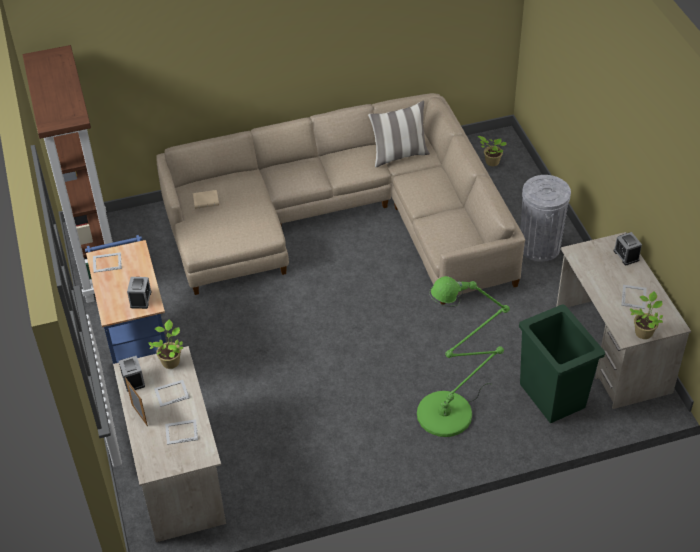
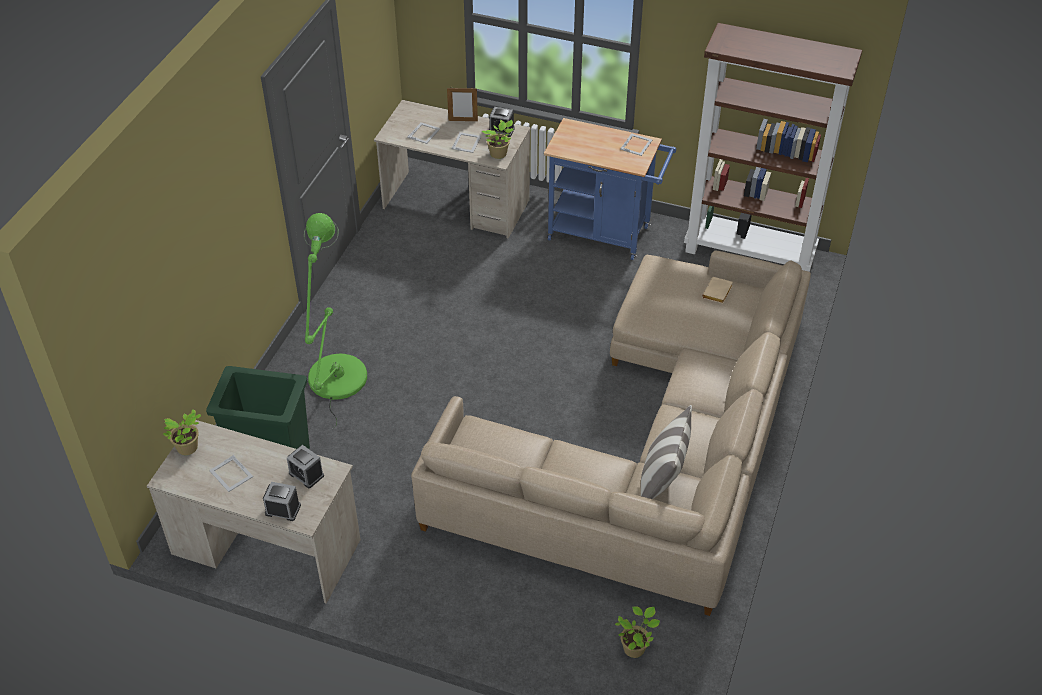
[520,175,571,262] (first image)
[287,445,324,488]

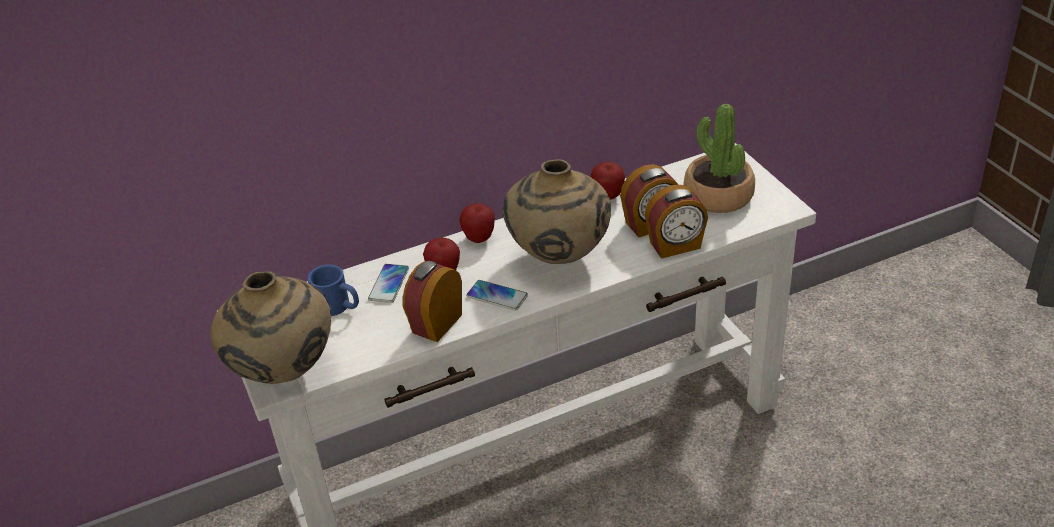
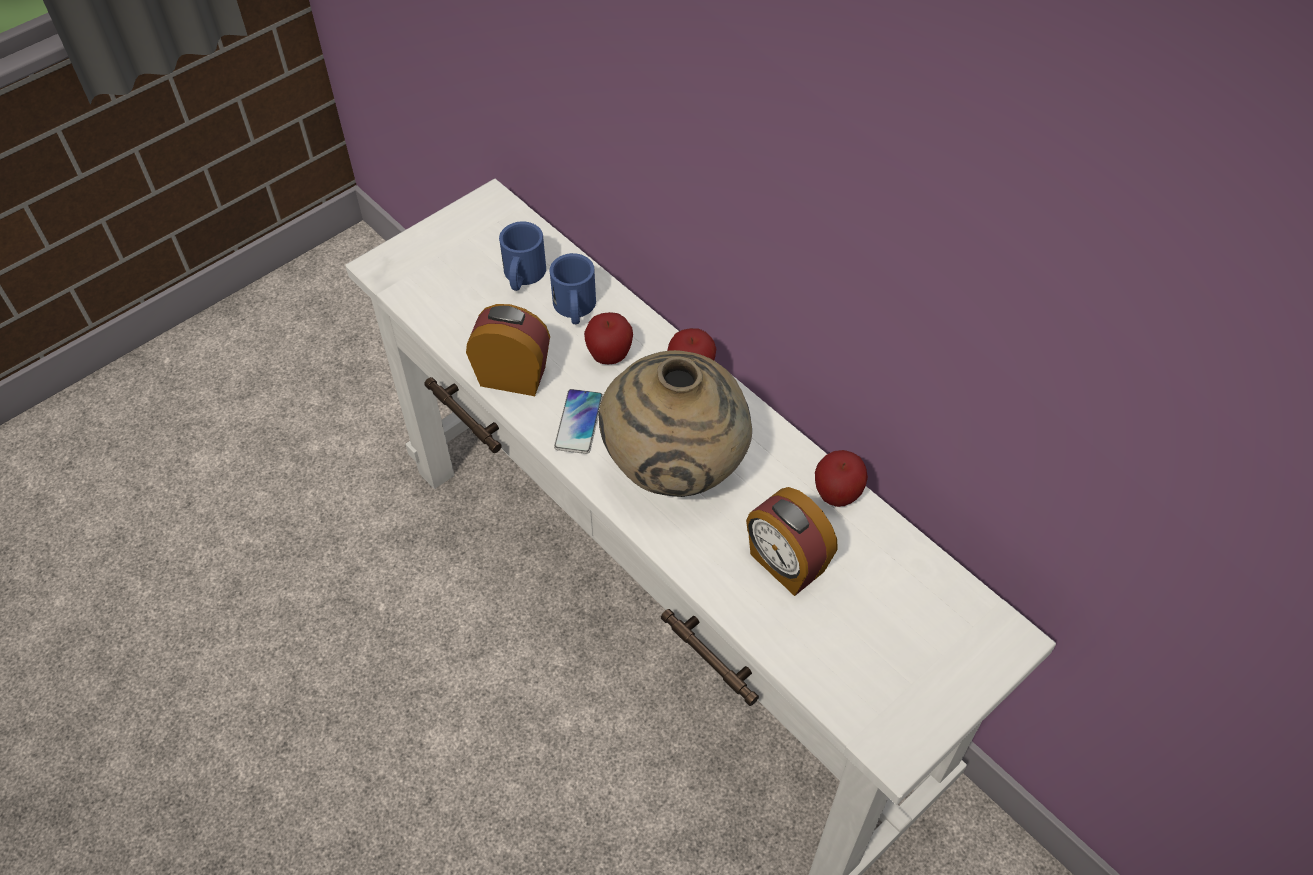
[683,104,755,213] (first image)
[645,185,708,259] (first image)
[550,253,596,324]
[210,271,331,384] (first image)

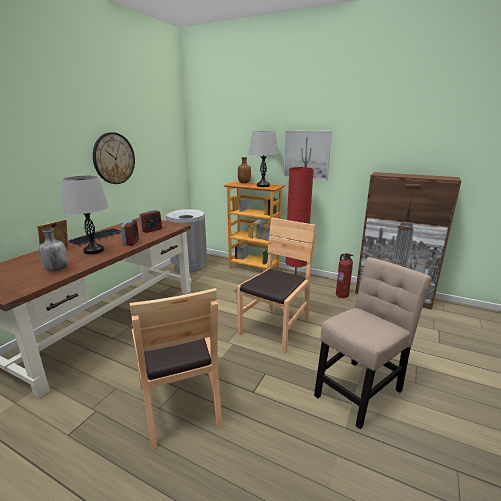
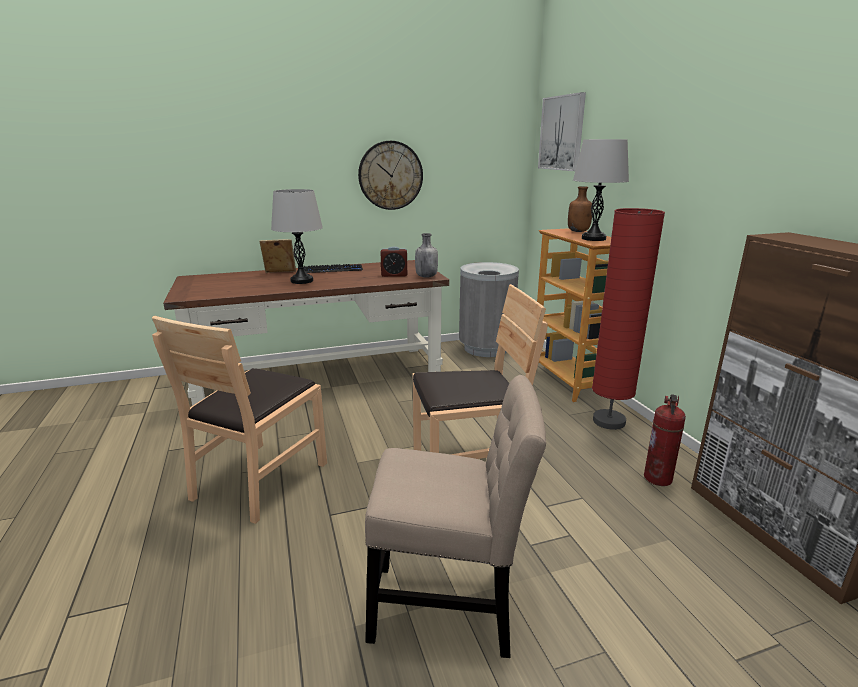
[538,92,586,171]
[121,220,139,246] (first image)
[415,233,438,278]

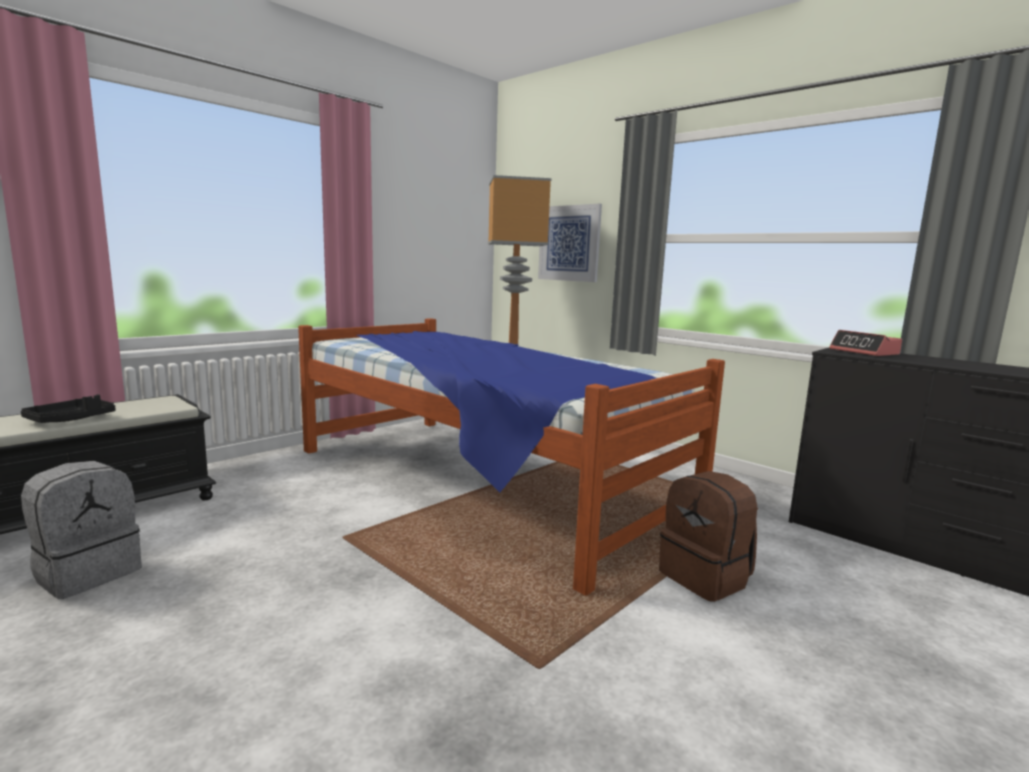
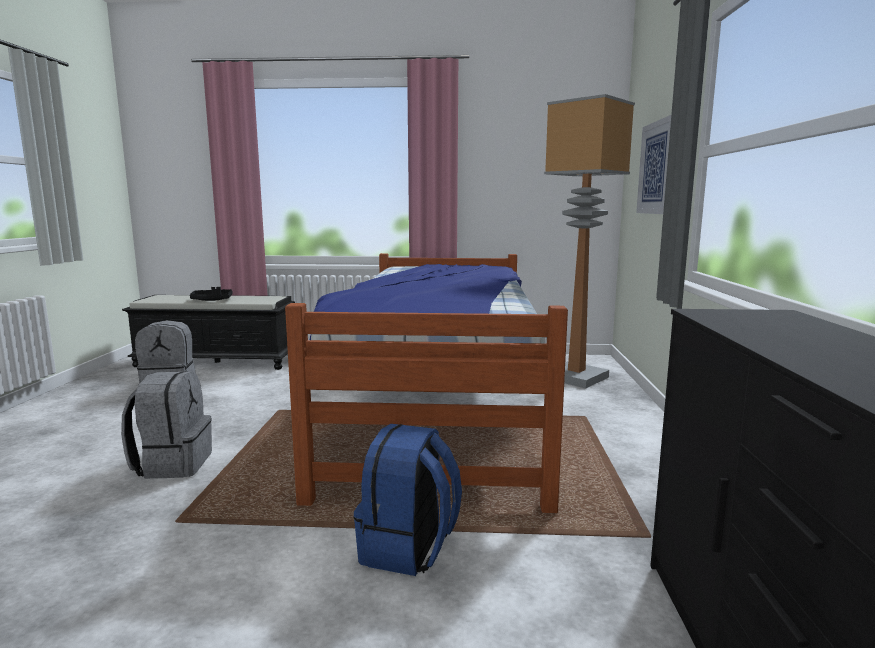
[829,330,902,356] (first image)
[353,424,462,576]
[121,371,212,479]

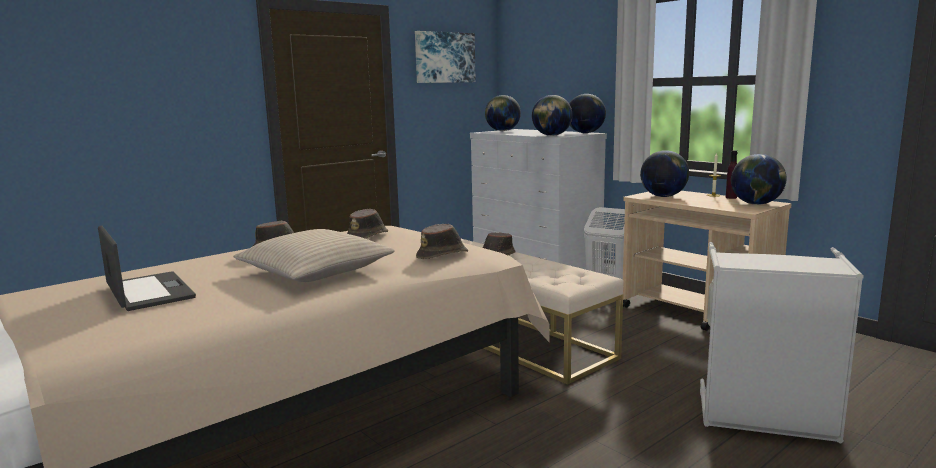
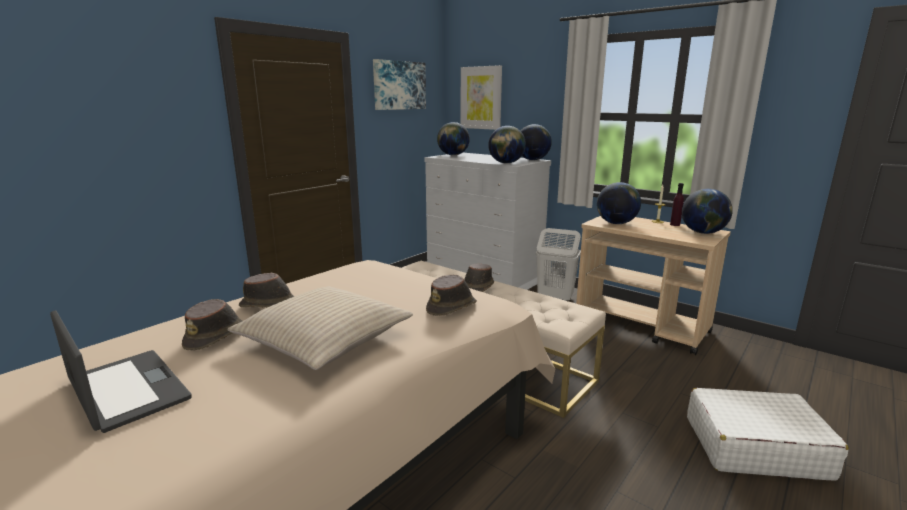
[182,299,242,351]
[687,388,849,481]
[460,65,502,130]

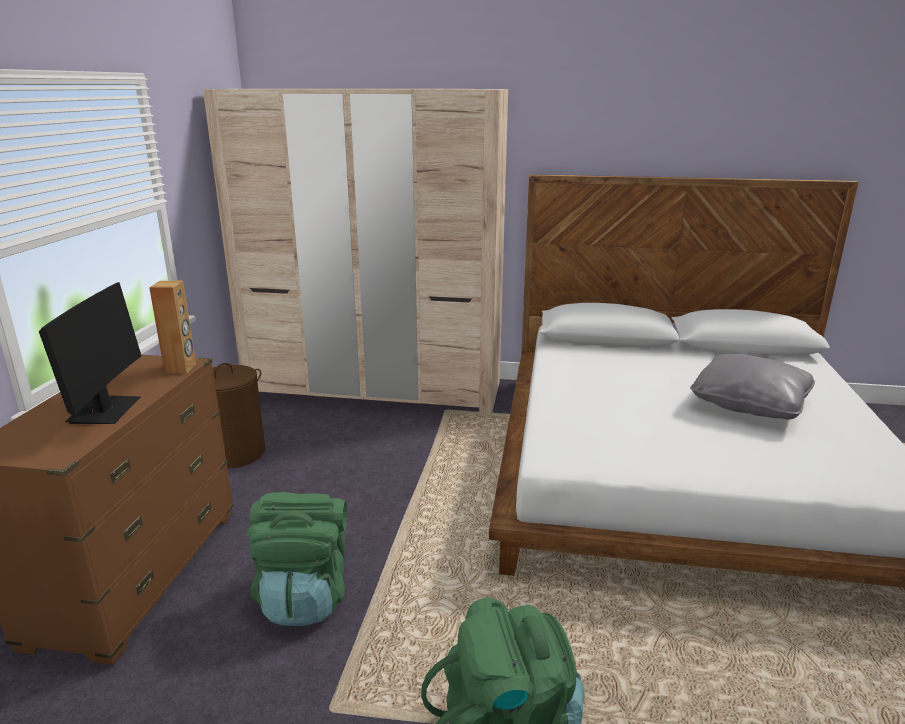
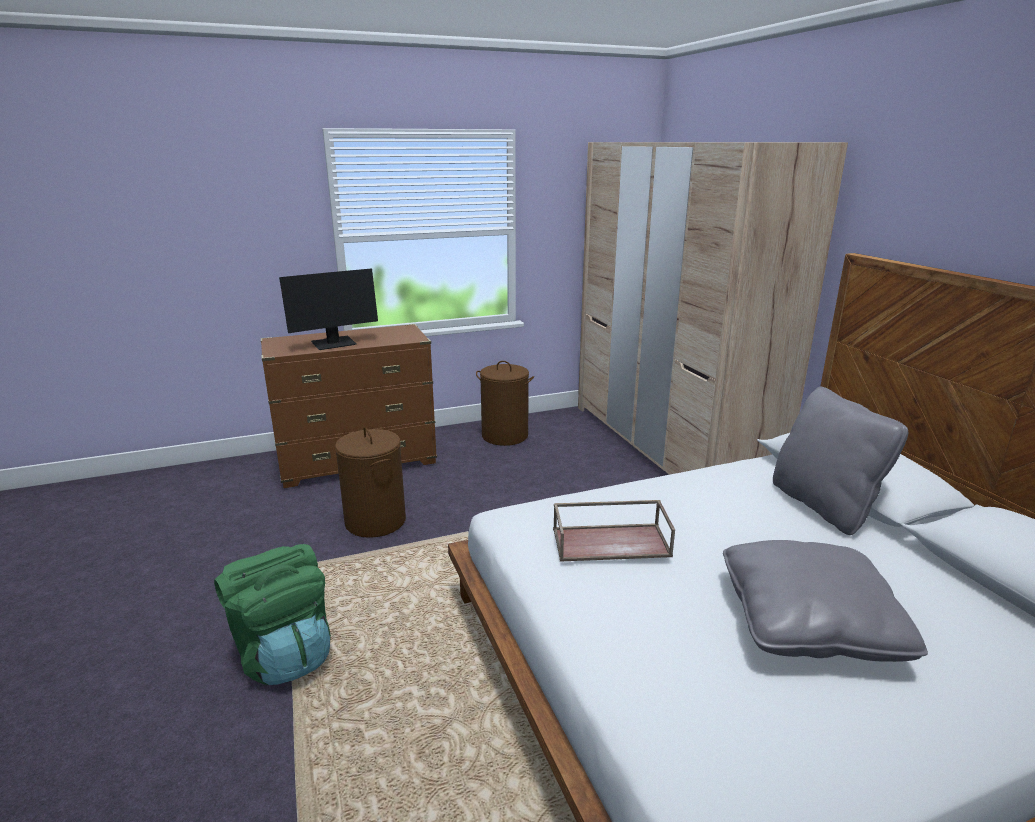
[149,281,196,374] (first image)
[335,427,406,538]
[773,387,908,535]
[553,500,675,562]

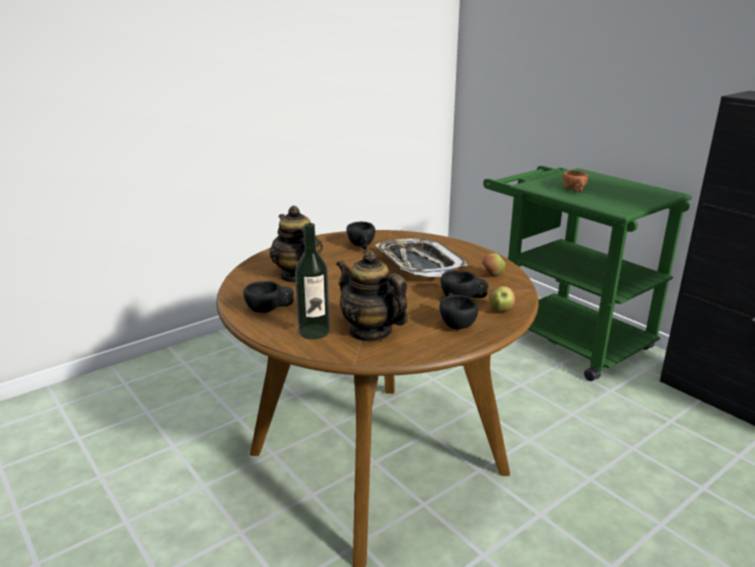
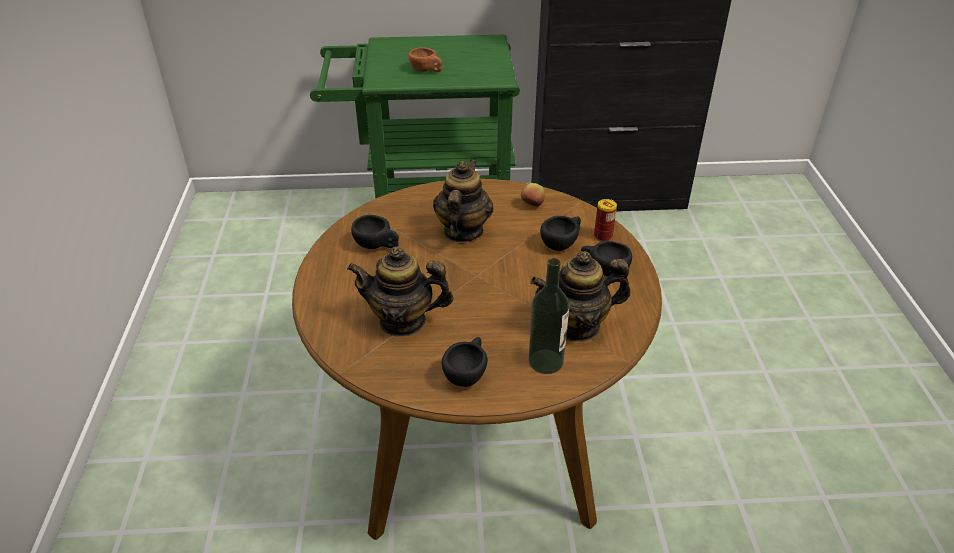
[433,160,494,242]
[594,199,617,241]

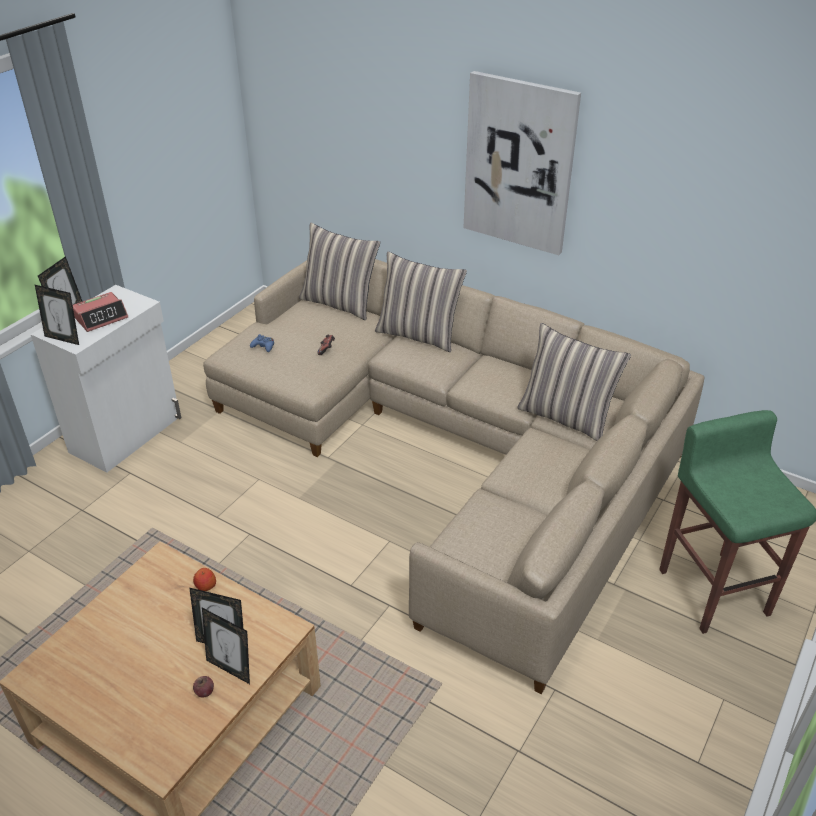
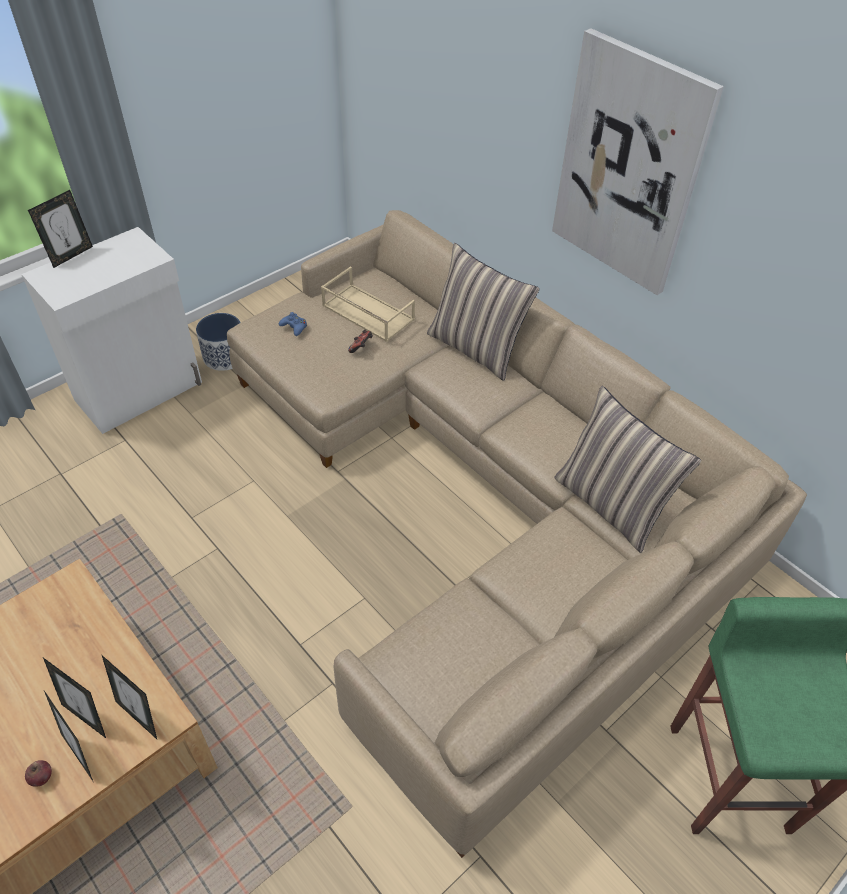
[299,222,380,320] (first image)
[102,655,157,739]
[73,292,128,332] (first image)
[193,568,216,591] (first image)
[321,266,415,342]
[196,313,241,371]

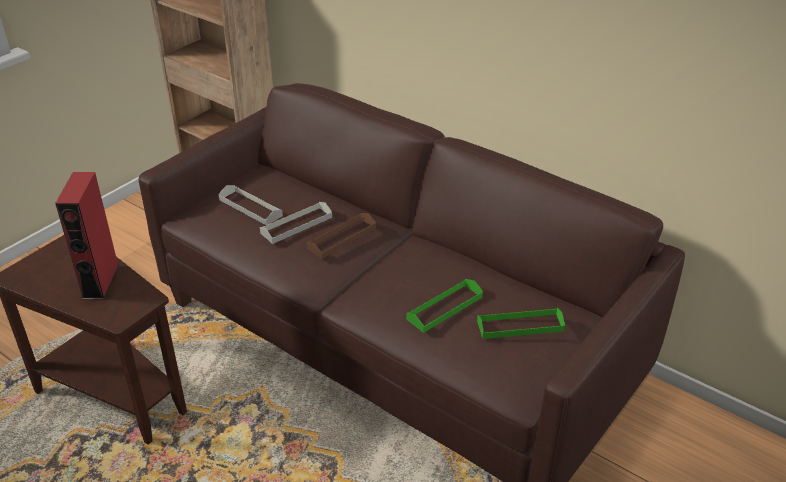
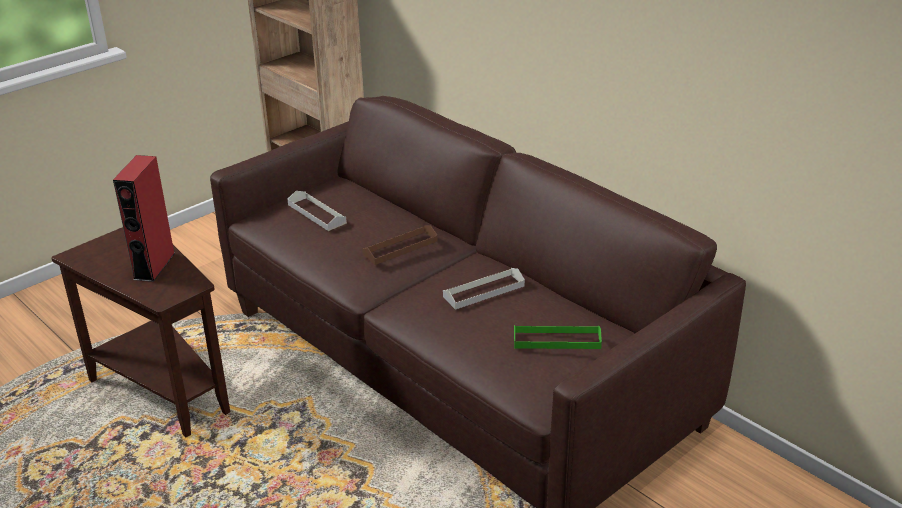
[443,268,525,310]
[406,279,483,333] (first image)

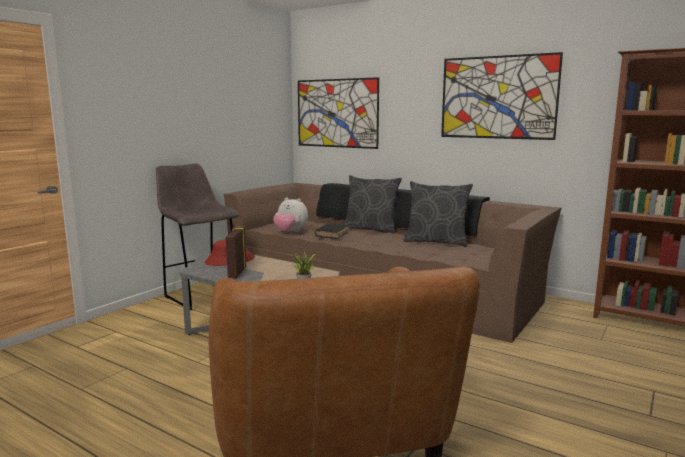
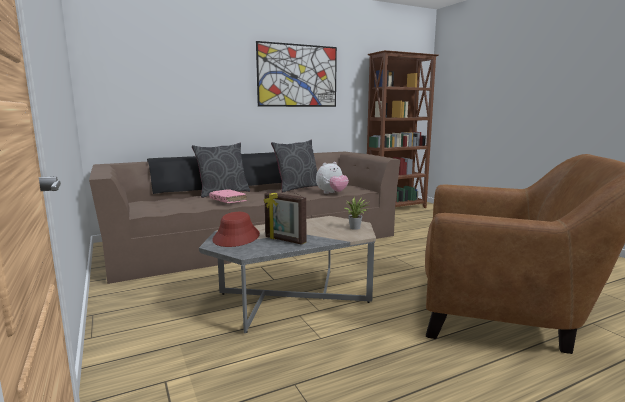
[298,77,379,149] (first image)
[156,163,239,310] (first image)
[316,162,349,194]
[209,189,247,203]

